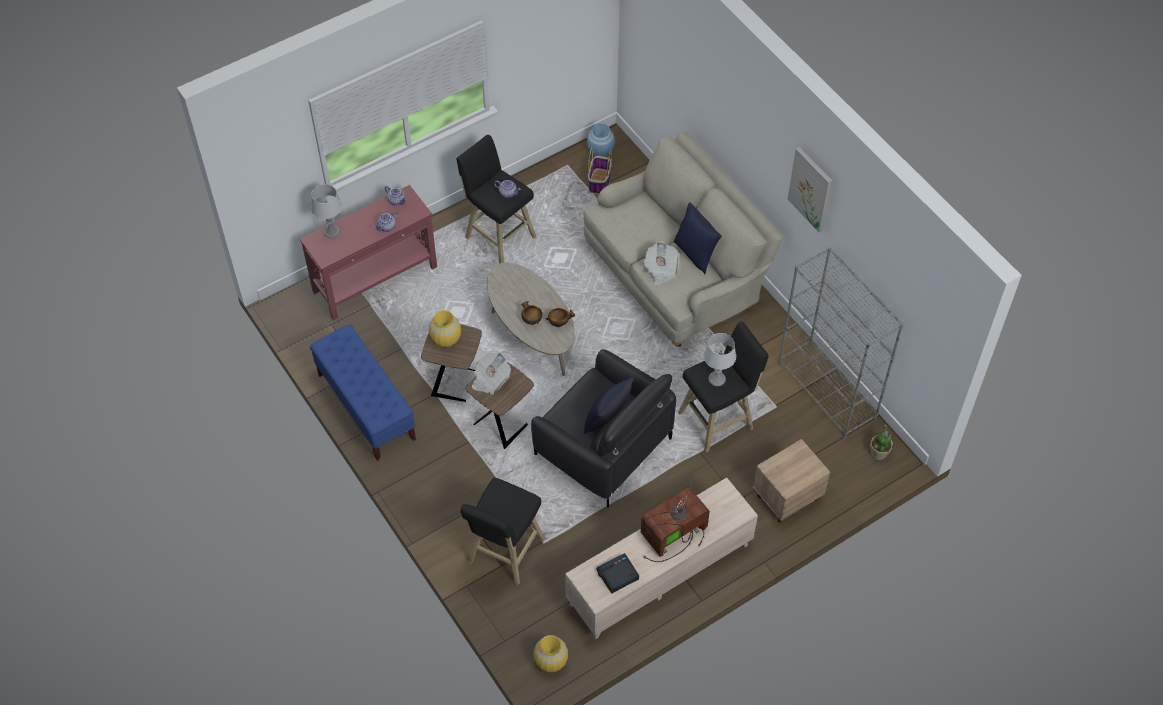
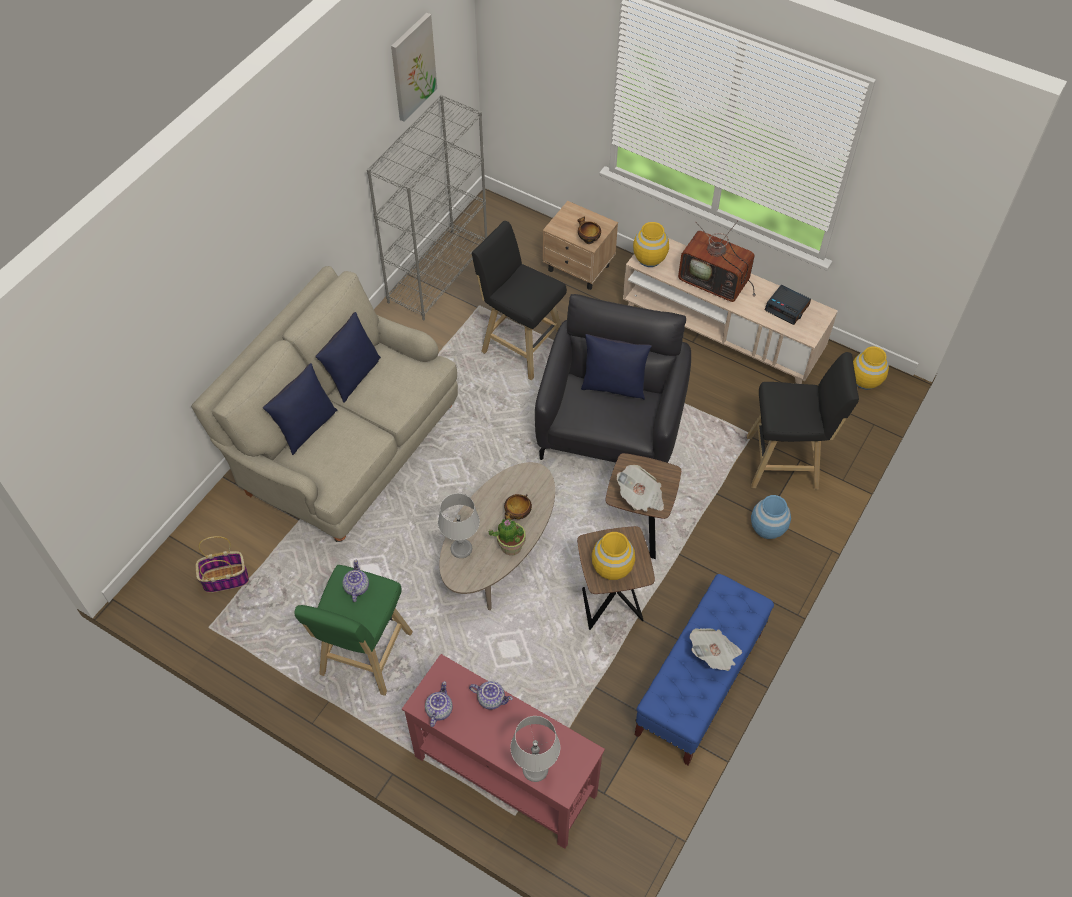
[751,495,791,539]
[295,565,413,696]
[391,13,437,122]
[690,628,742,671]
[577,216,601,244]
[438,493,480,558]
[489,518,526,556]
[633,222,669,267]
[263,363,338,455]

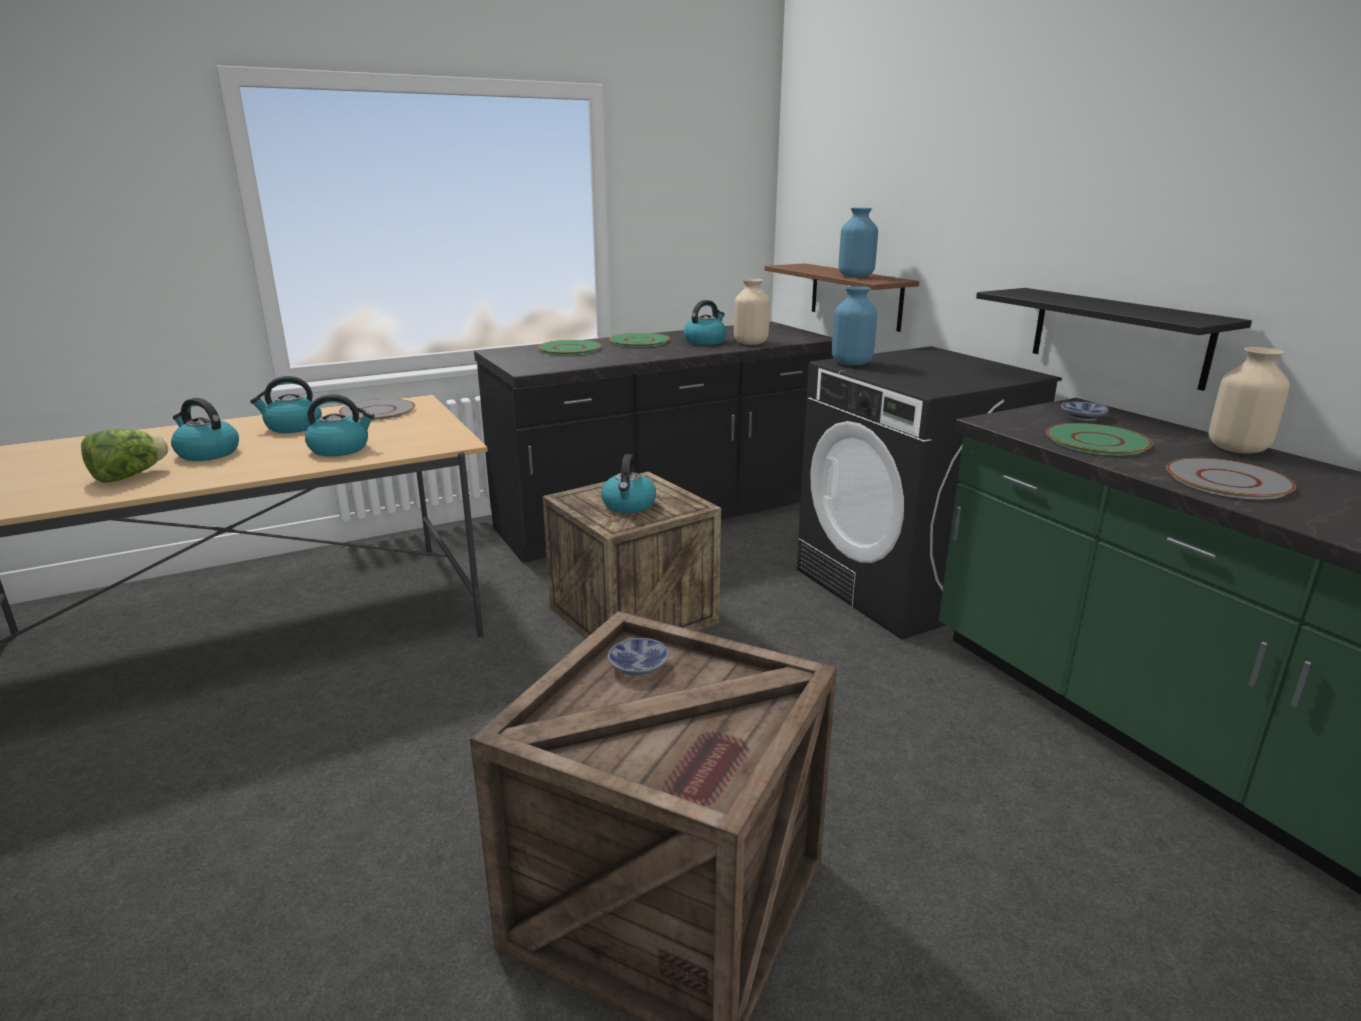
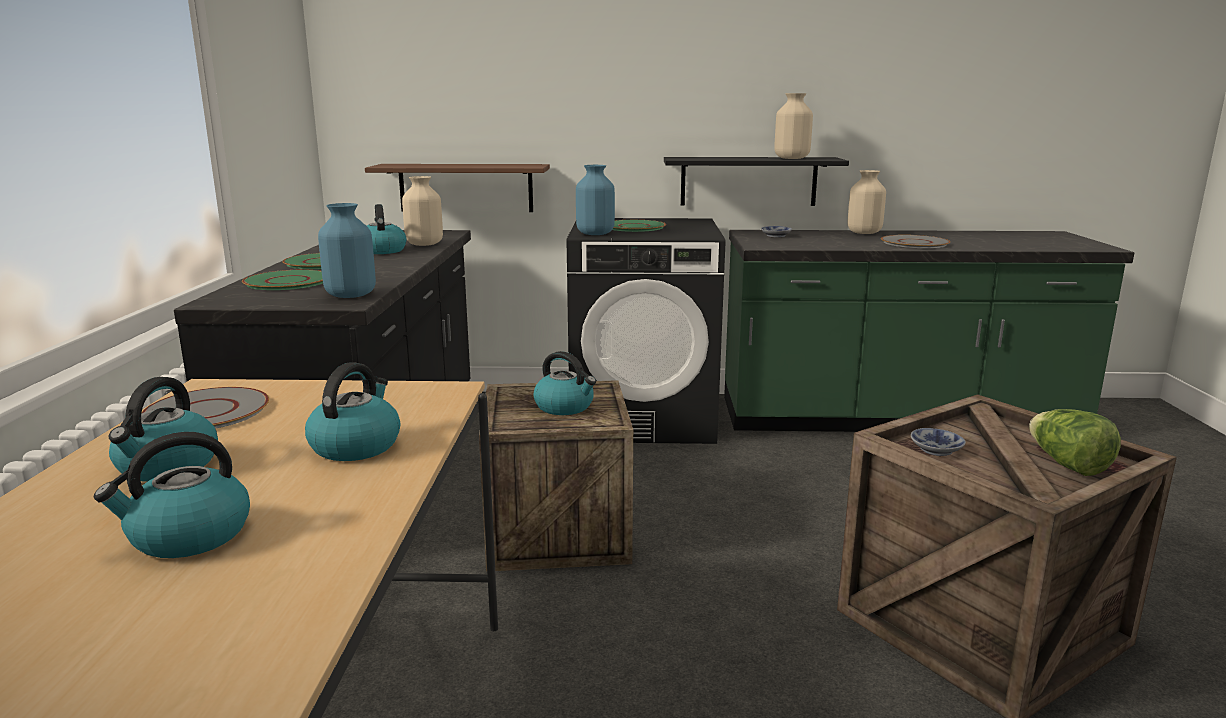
[318,203,376,298]
[612,220,666,232]
[1029,409,1121,476]
[774,93,813,159]

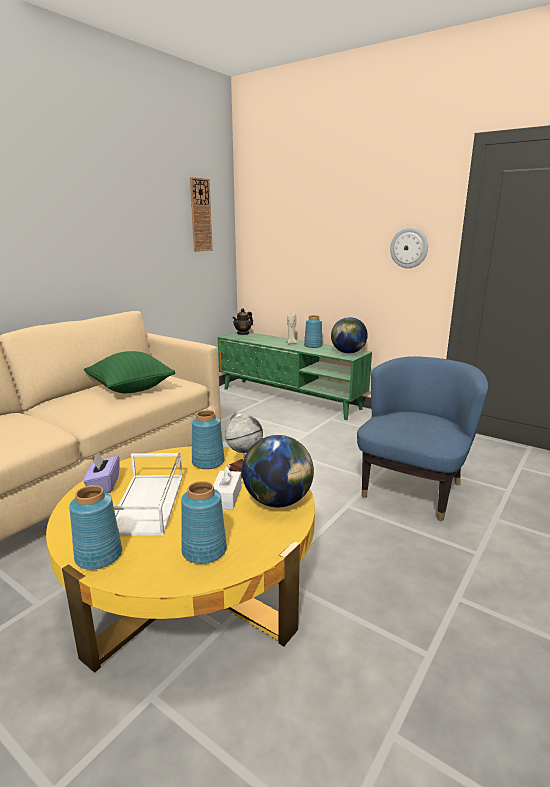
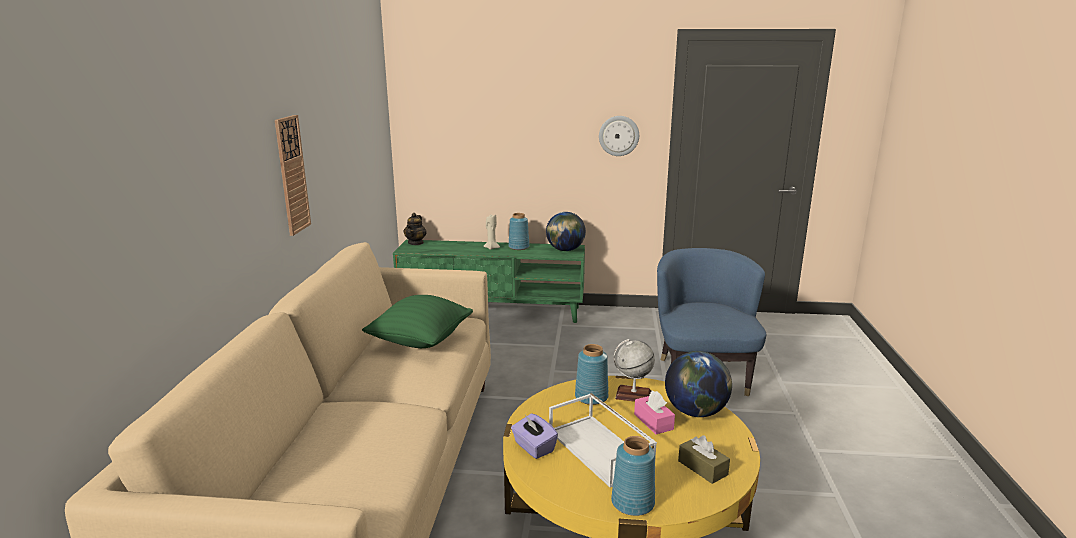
[275,115,311,236]
[634,391,675,434]
[678,435,730,484]

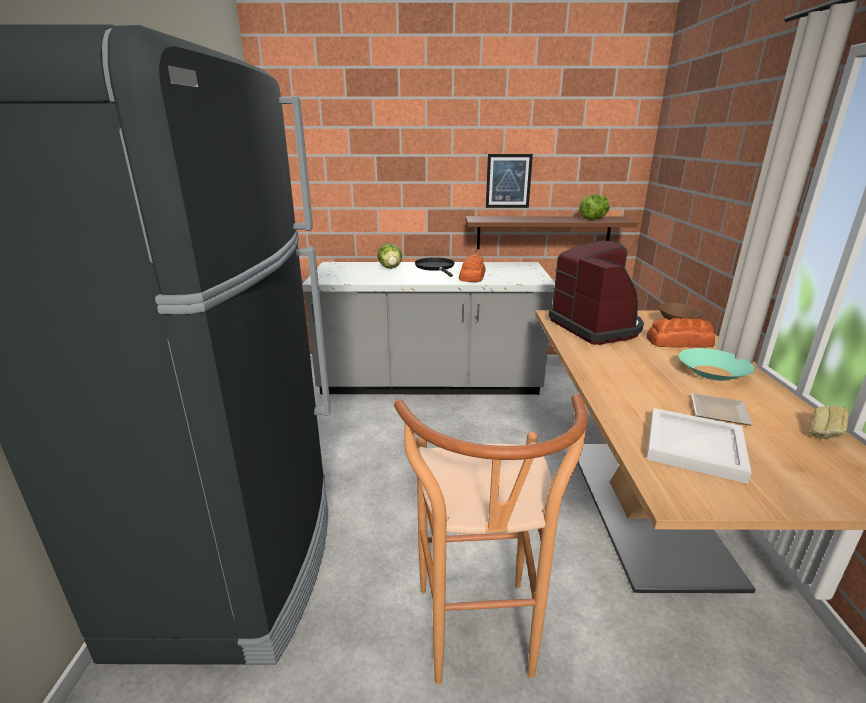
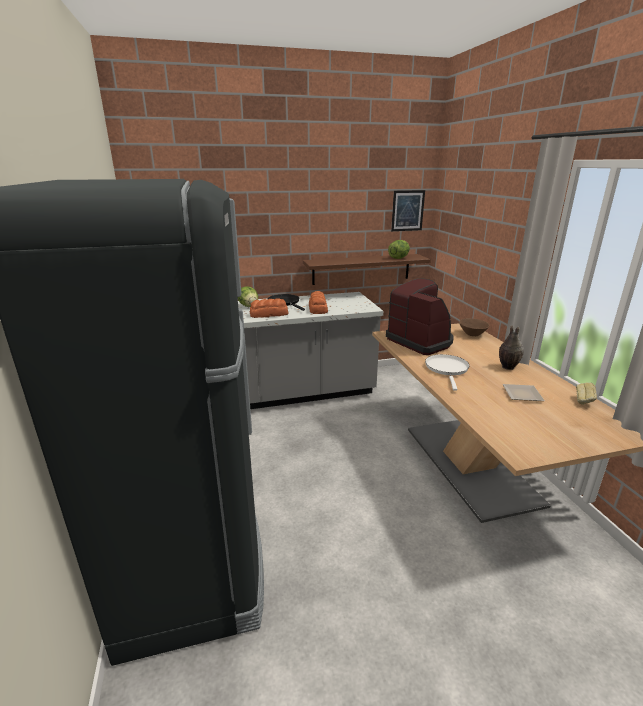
[391,190,425,231]
[250,298,288,318]
[499,326,524,370]
[394,394,588,684] (first image)
[647,408,751,484] (first image)
[425,354,470,391]

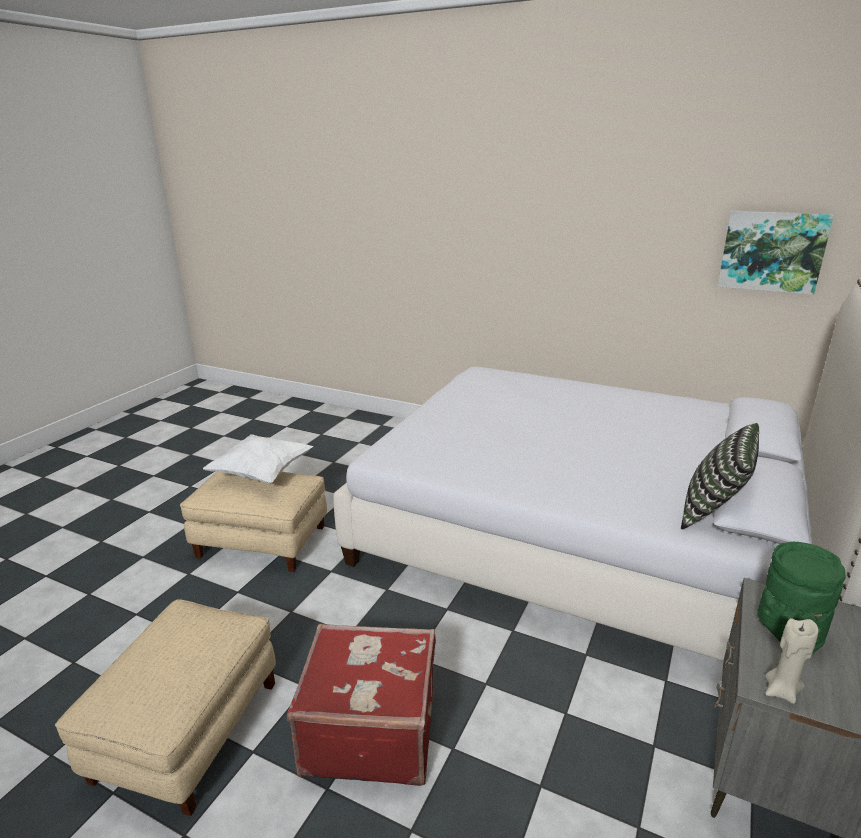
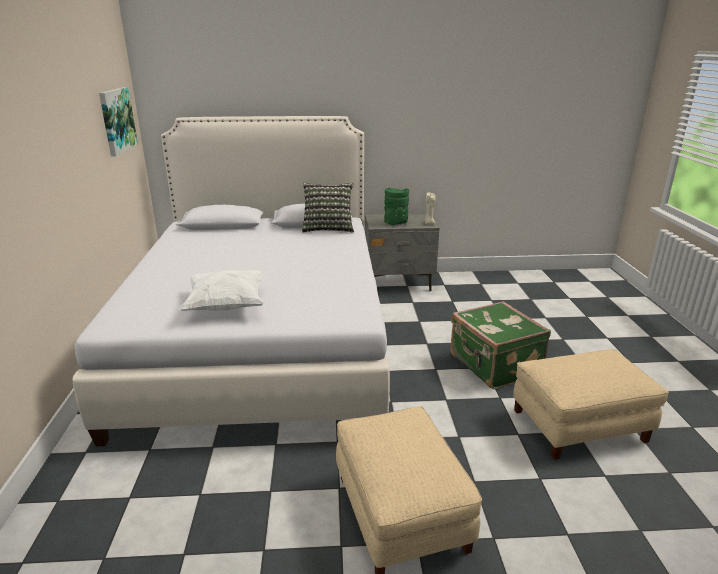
[179,270,265,311]
[450,301,551,389]

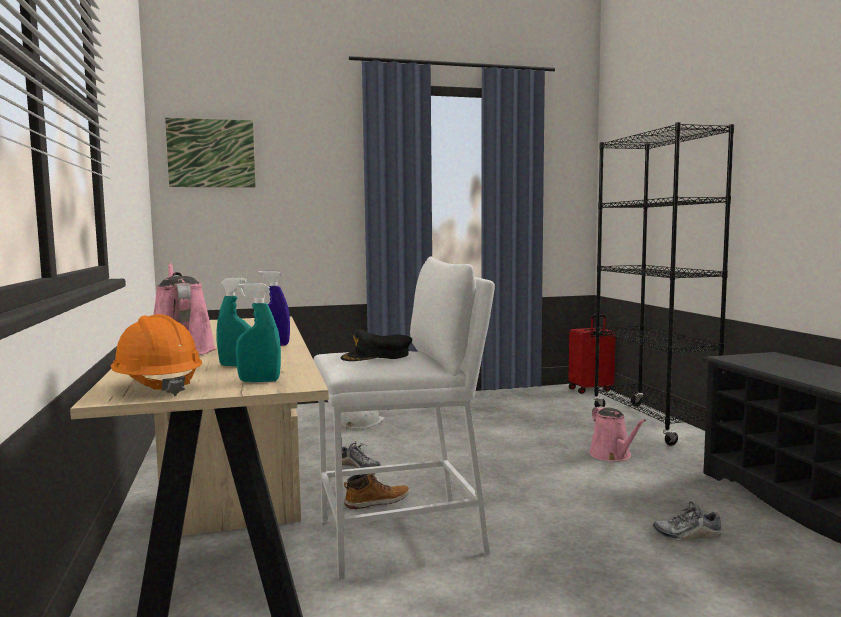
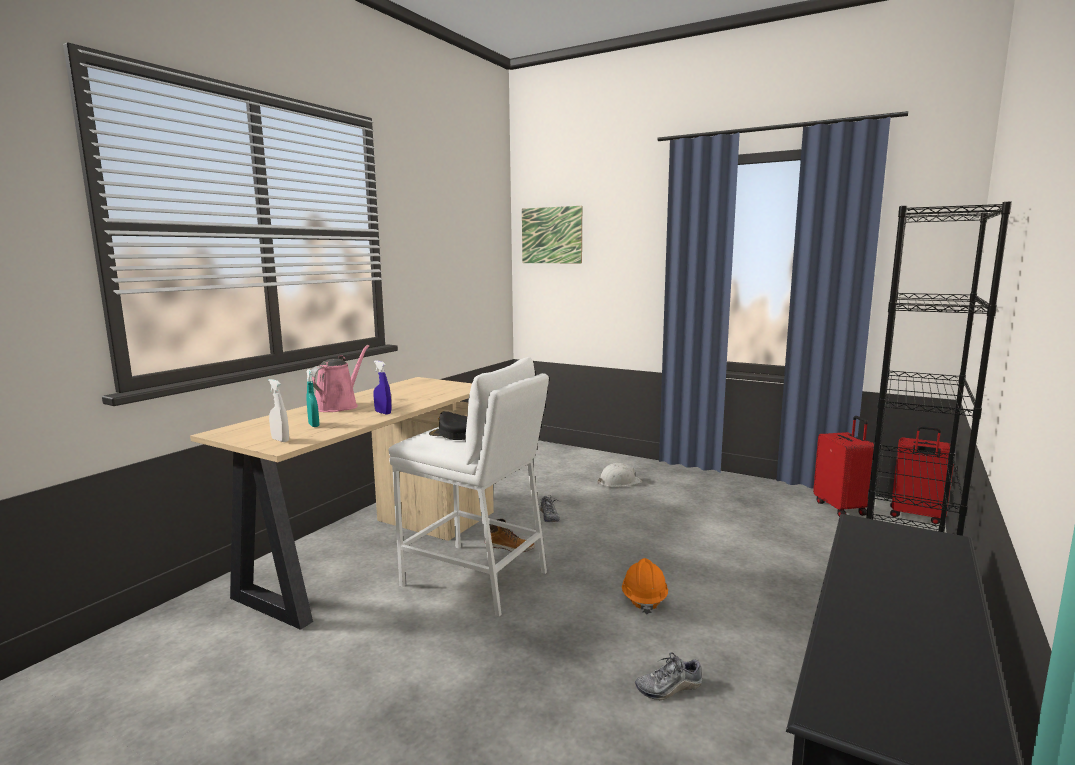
[268,379,289,442]
[622,558,668,614]
[589,406,646,461] (first image)
[635,652,702,701]
[813,416,874,517]

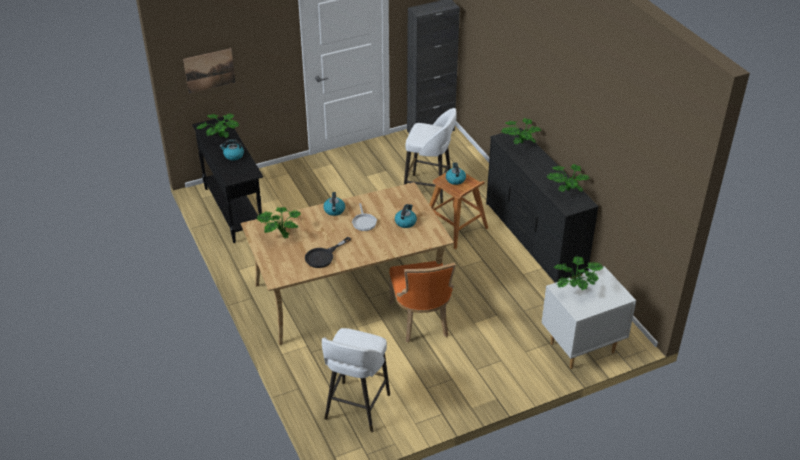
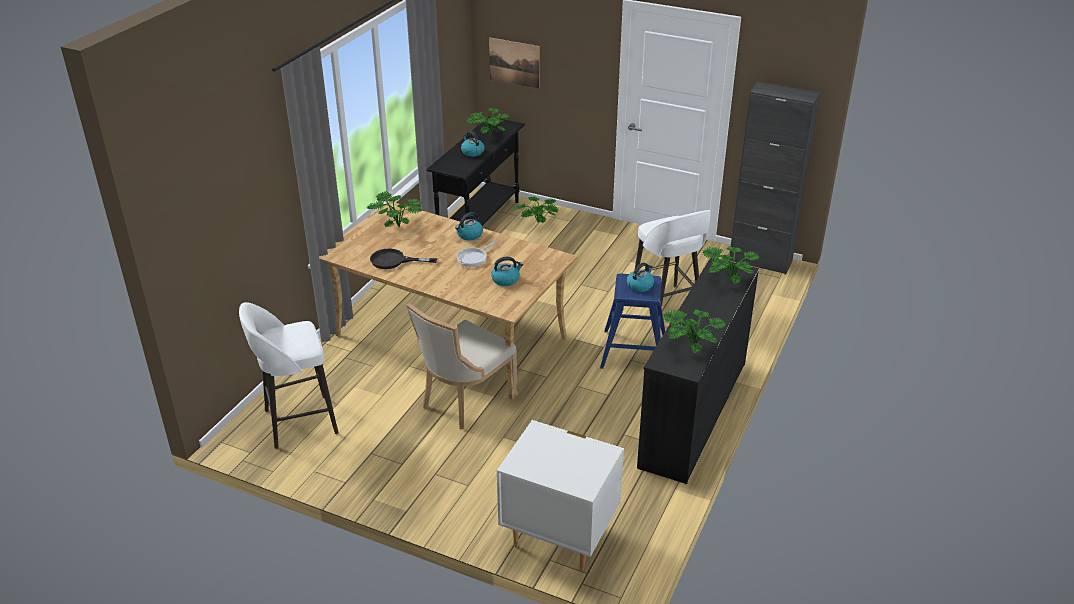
[600,274,665,369]
[513,196,559,223]
[406,303,518,429]

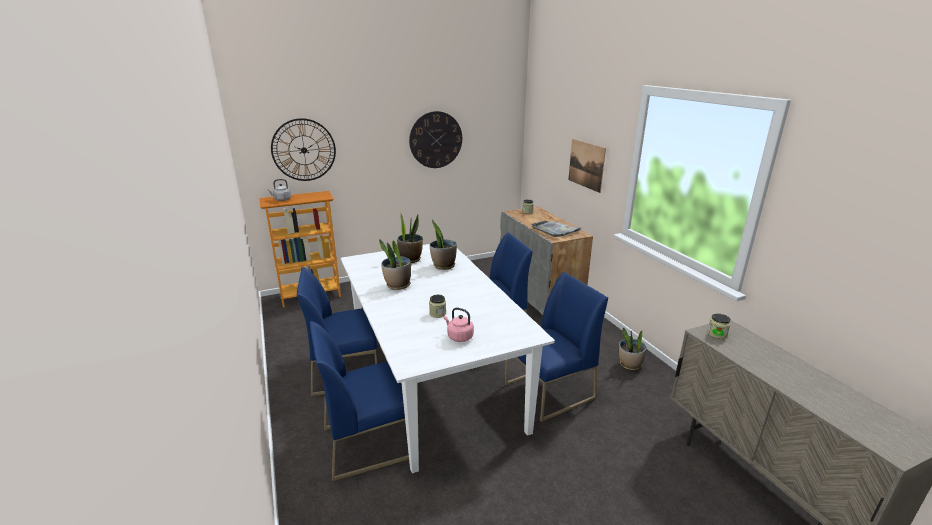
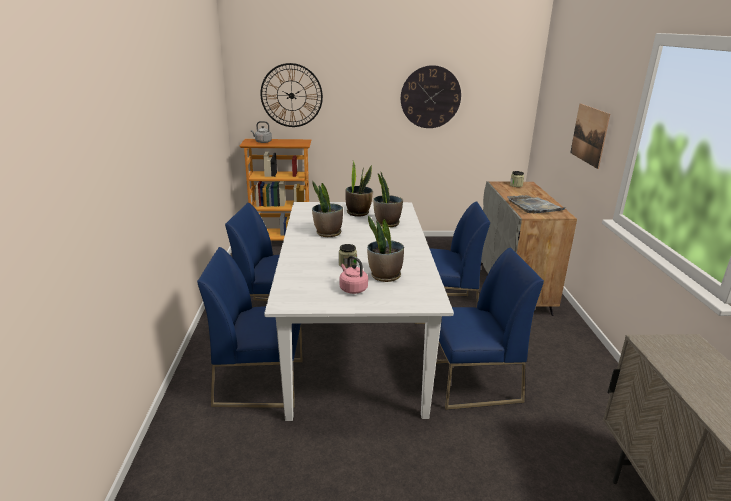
[707,314,731,339] (first image)
[367,216,404,282]

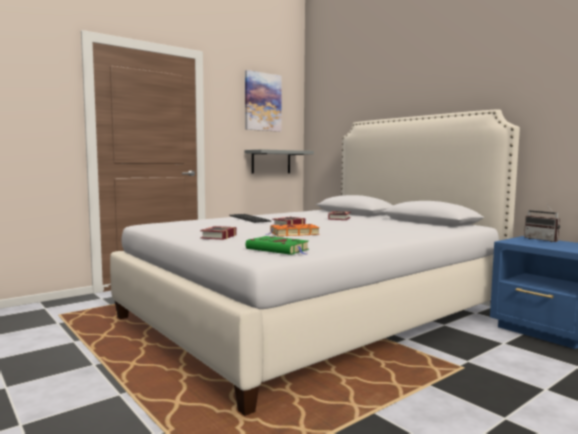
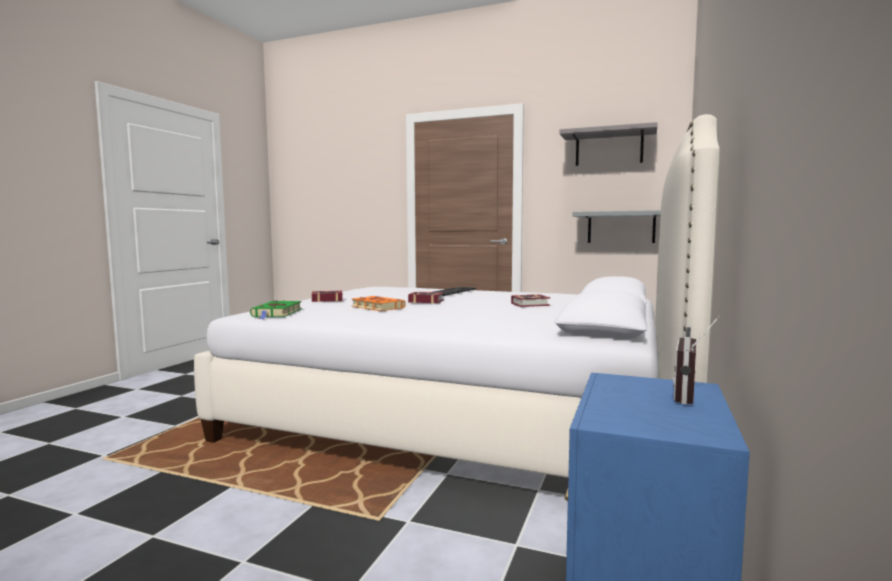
[559,122,658,166]

